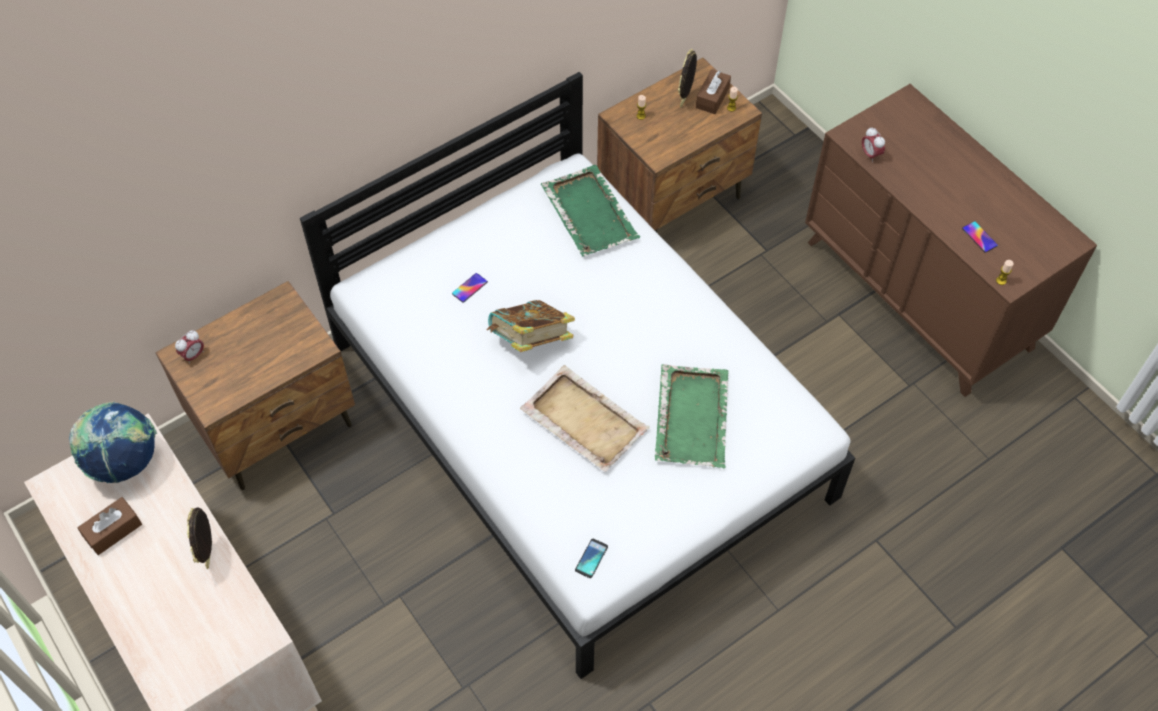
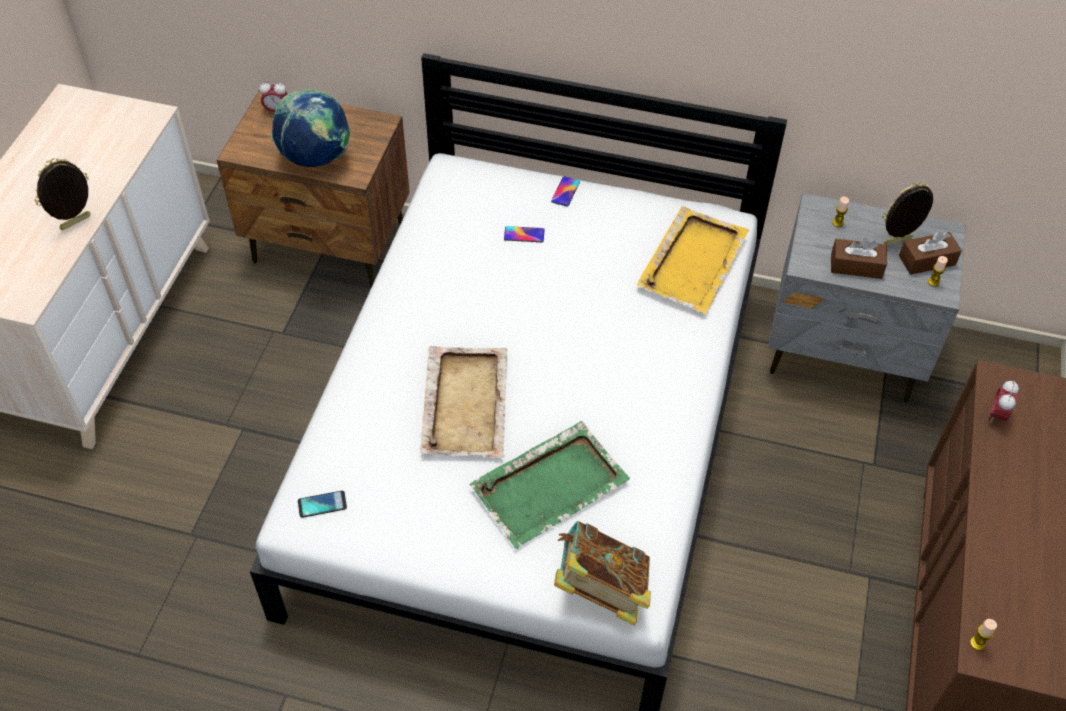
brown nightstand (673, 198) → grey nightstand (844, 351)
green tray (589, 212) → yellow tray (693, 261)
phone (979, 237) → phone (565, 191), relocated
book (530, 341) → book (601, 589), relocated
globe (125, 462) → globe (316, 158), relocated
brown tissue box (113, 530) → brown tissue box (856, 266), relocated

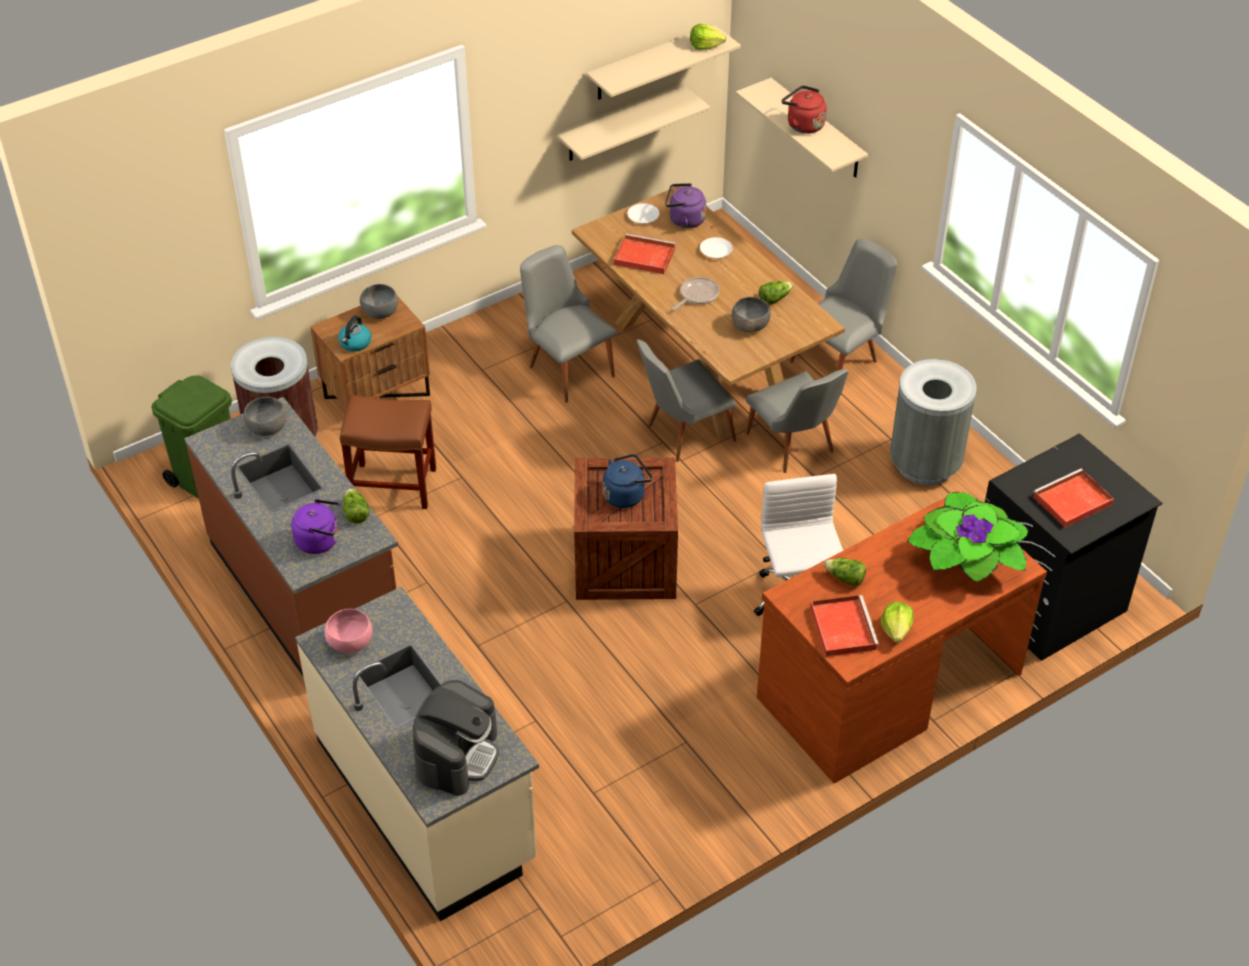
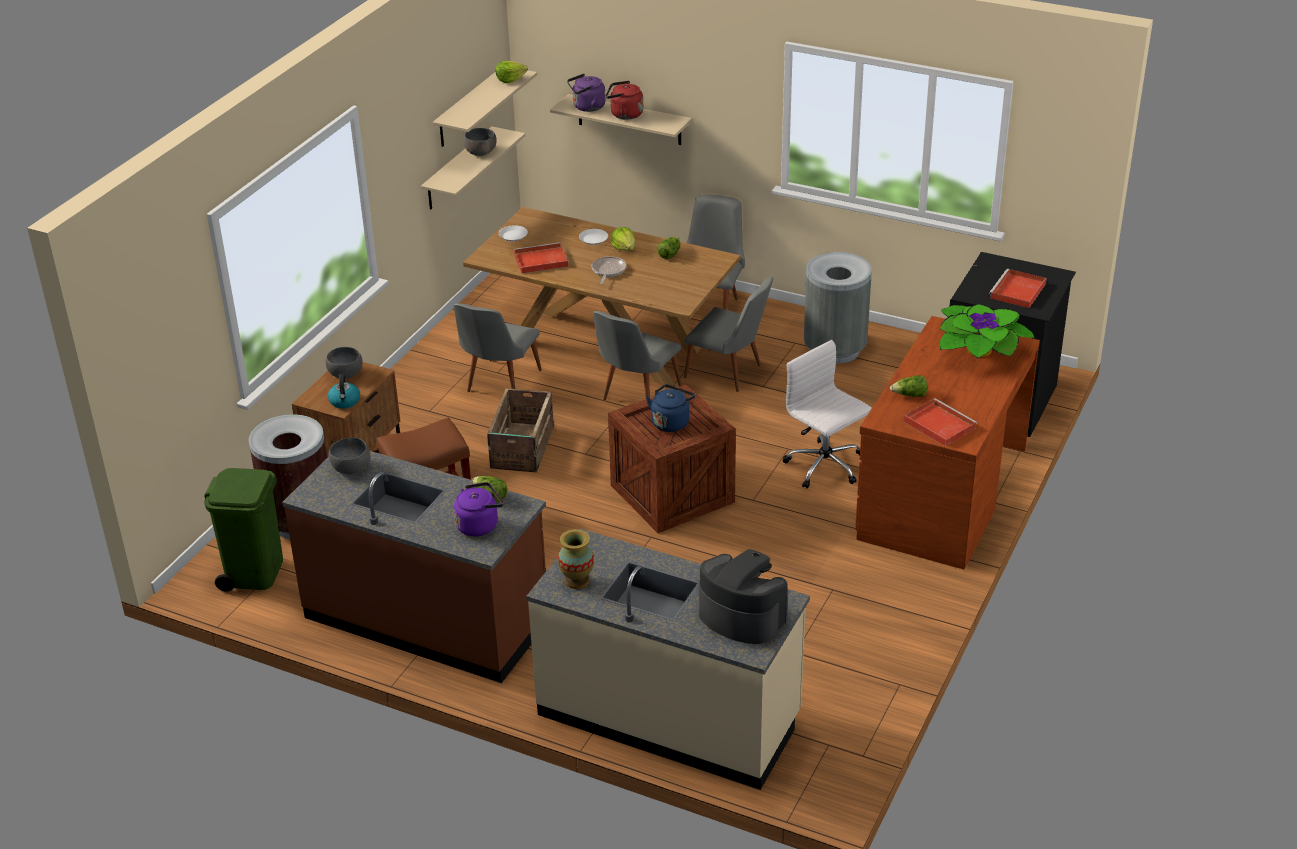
purple kettle (684, 220) → purple kettle (587, 107), relocated
grey chair (566, 367) → grey chair (499, 384), 90 degrees counterclockwise
grey bowl (749, 326) → grey bowl (480, 152), relocated
lettuce (896, 629) → lettuce (624, 248), relocated
pink bowl (350, 642) → vase (576, 580)
coffee machine (457, 754) → coffee machine (741, 616), 45 degrees counterclockwise
- → crate (521, 448)

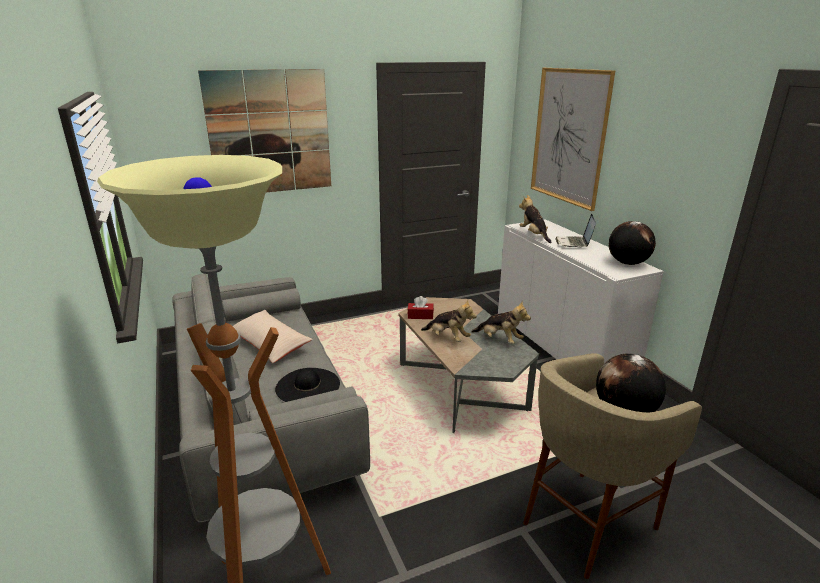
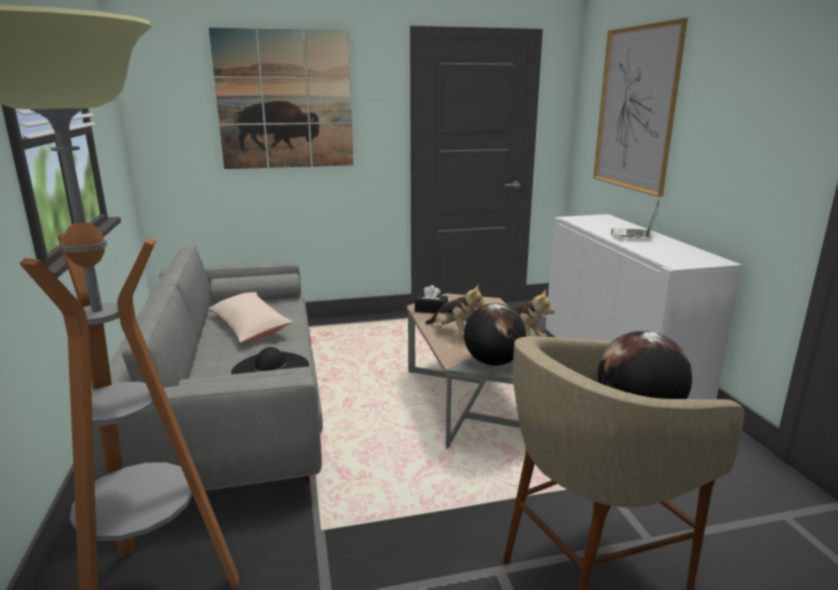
plush toy (534, 235) → -
globe (627, 263) → globe (493, 362), relocated
red tissue box (420, 316) → black tissue box (431, 310)

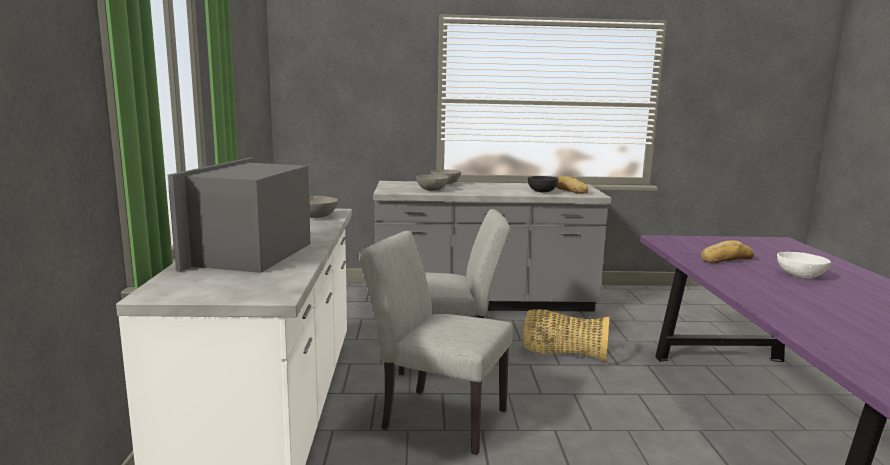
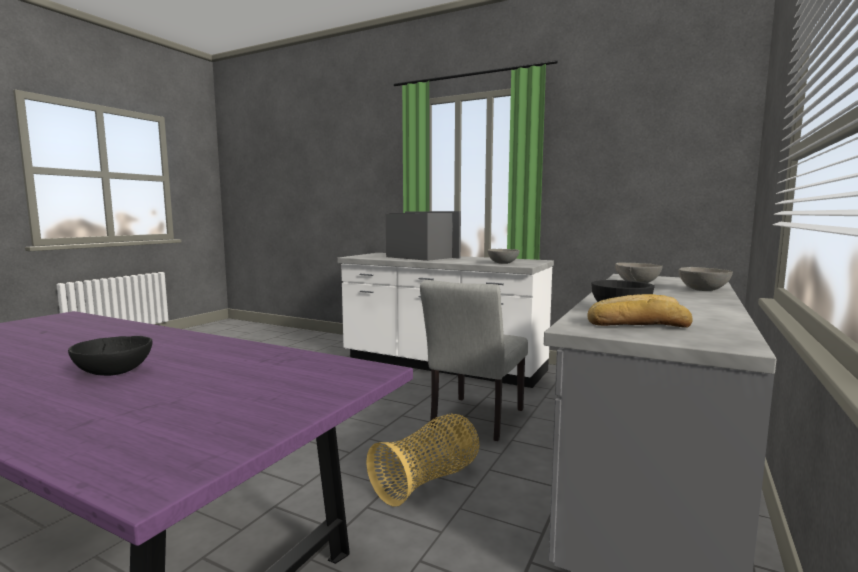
grey chair (435, 417) → -
bread (724, 259) → -
white bowl (801, 276) → black bowl (113, 373)

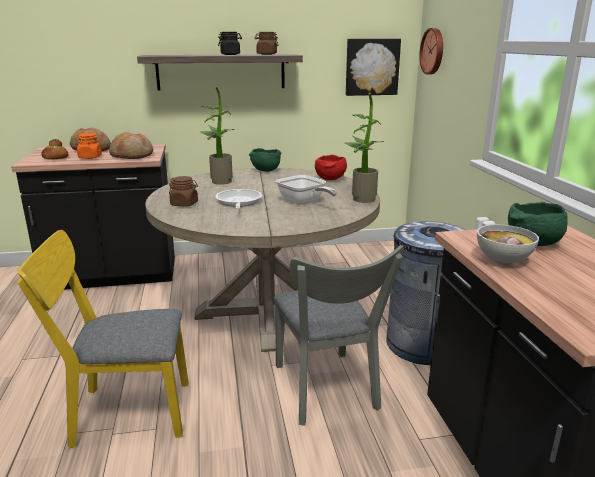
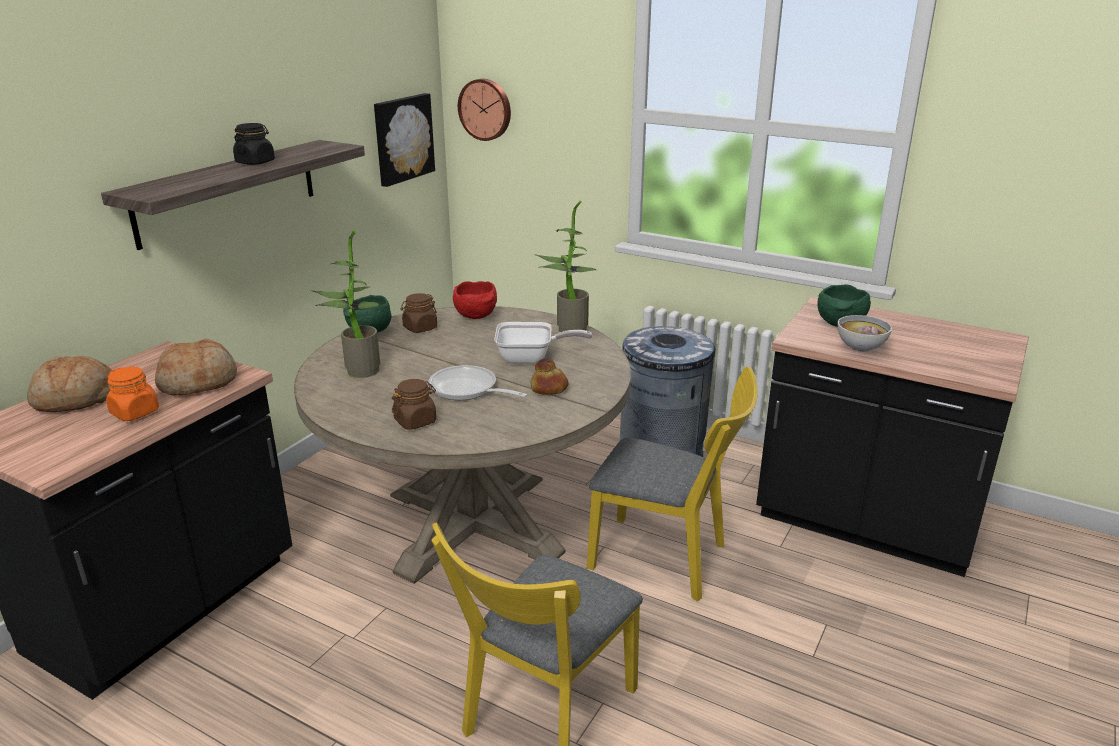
brown jar (266, 54) → brown jar (420, 328), relocated
bread (55, 158) → bread (548, 388), relocated
grey chair (327, 391) → yellow chair (667, 559)

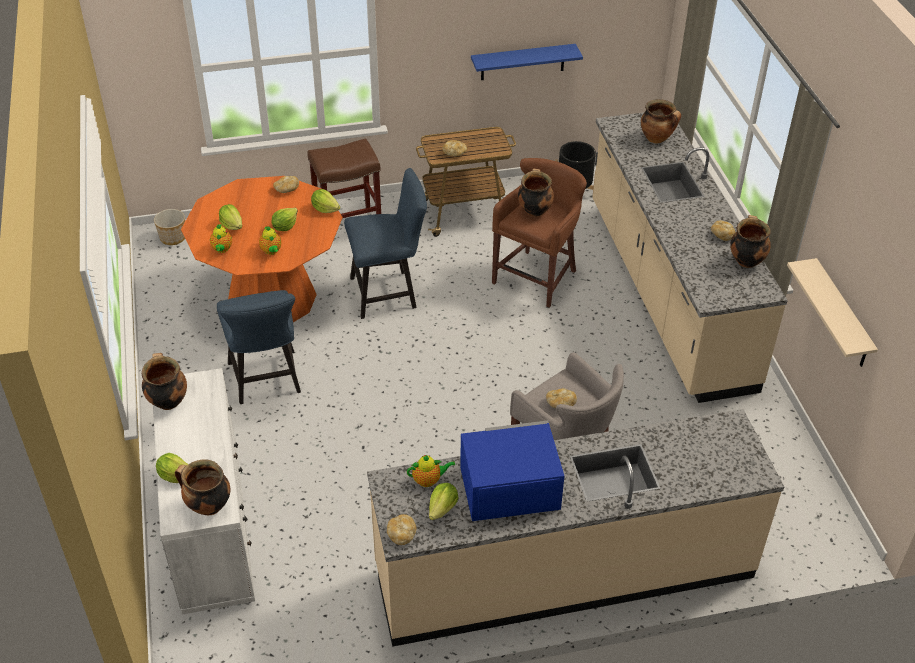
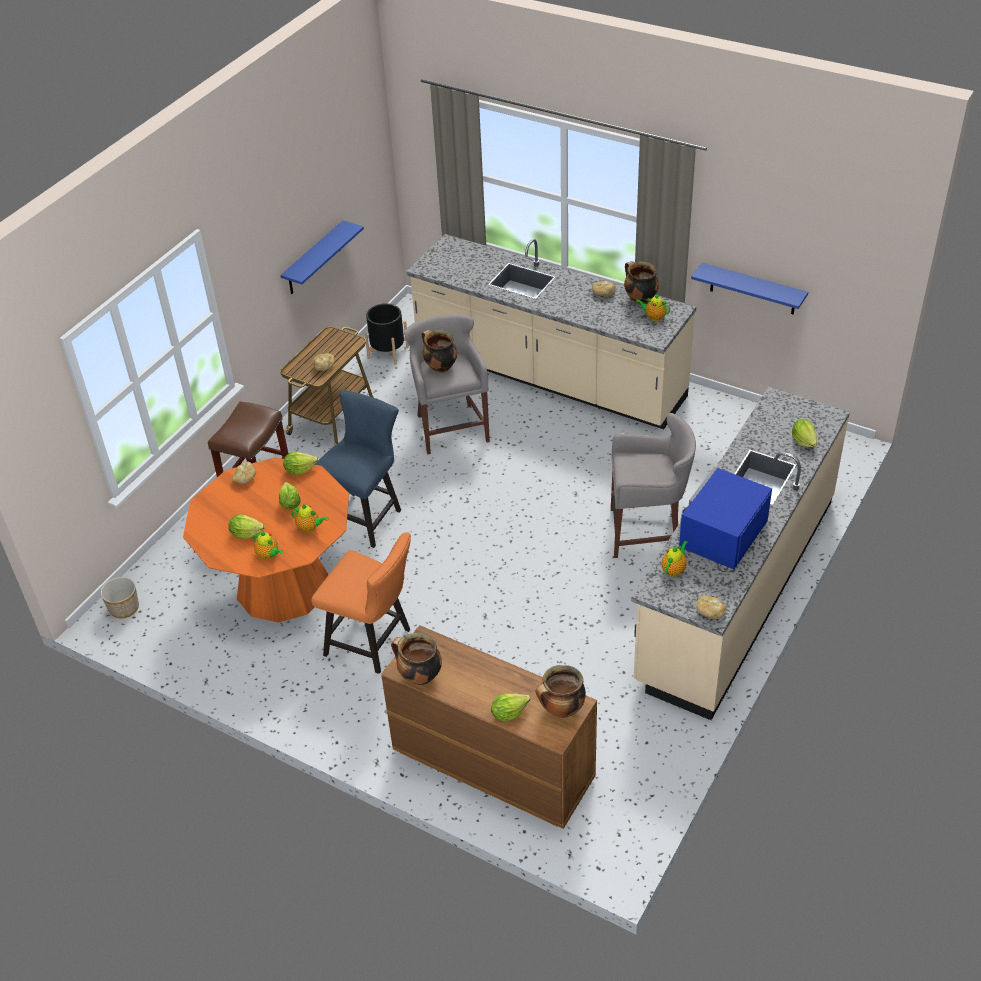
cooking pot (657, 139) → -
brown stool (537, 276) → grey stool (450, 427)
beige shelf (842, 315) → blue shelf (753, 289)
blue chair (266, 381) → orange chair (373, 643)
white dresser (211, 528) → brown dresser (491, 764)
bread (560, 403) → -
lettuce (442, 509) → lettuce (804, 441), relocated
- → teapot (654, 317)

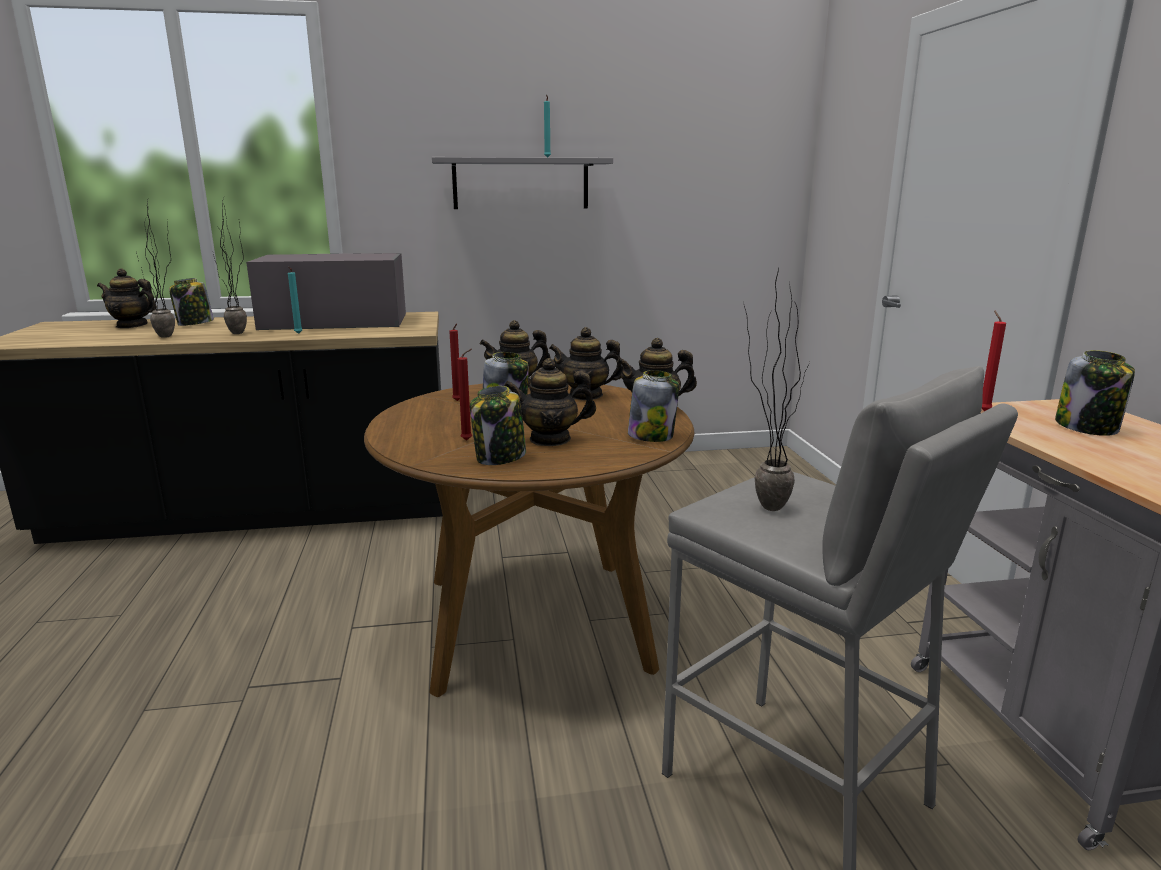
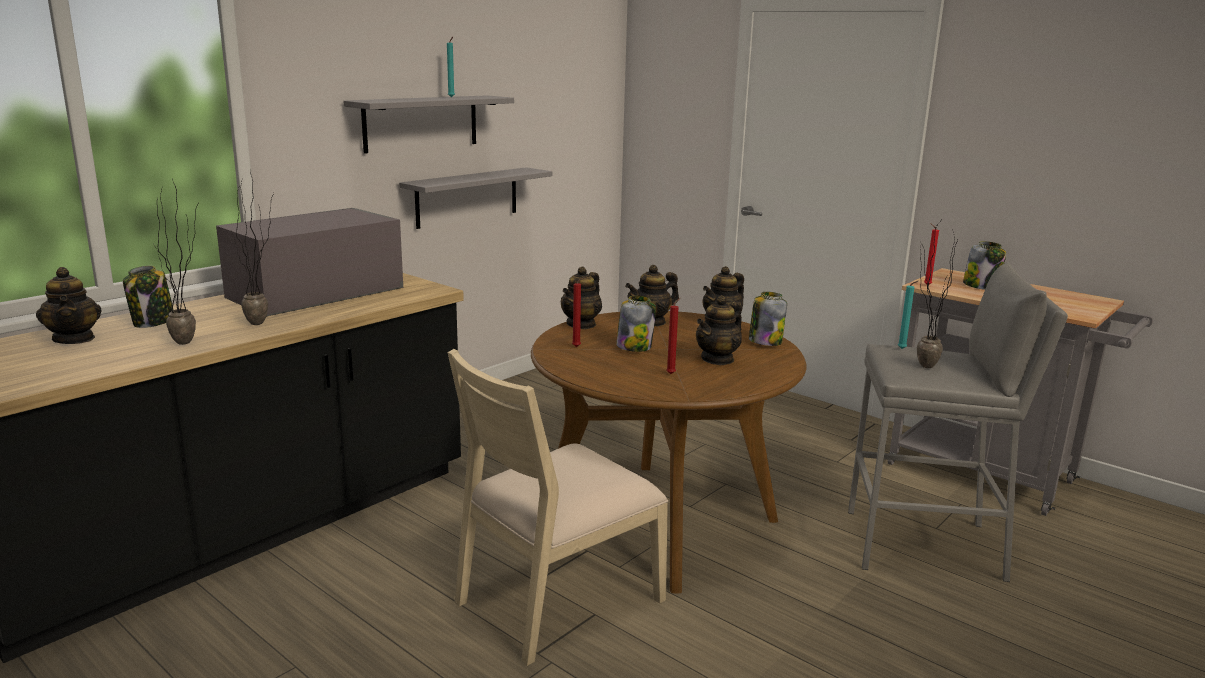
turquoise candle (298, 334) → turquoise candle (903, 349), relocated
teapot (132, 325) → teapot (74, 339), 90 degrees counterclockwise
jar (500, 458) → -
- → grey shelf (467, 197)
- → beige chair (556, 600)

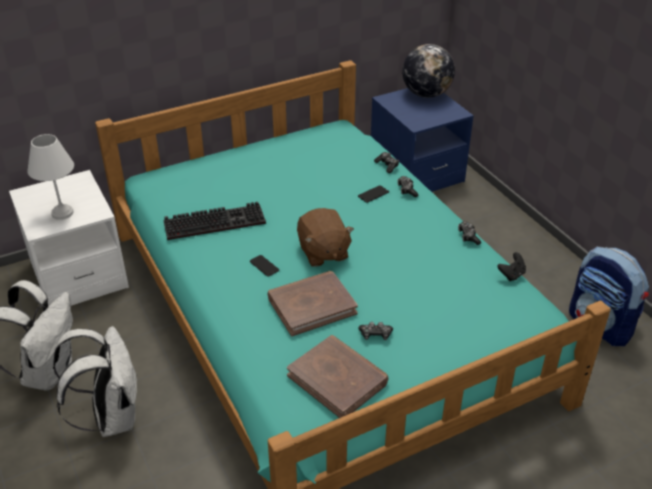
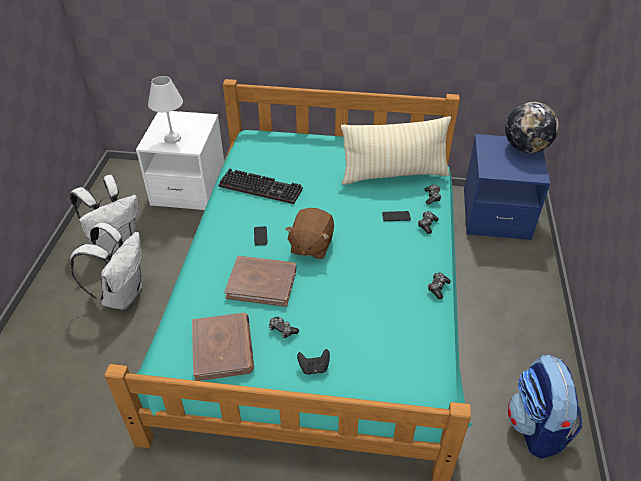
black game controller (511, 275) → black game controller (314, 368), relocated
- → beige pillow (394, 175)

